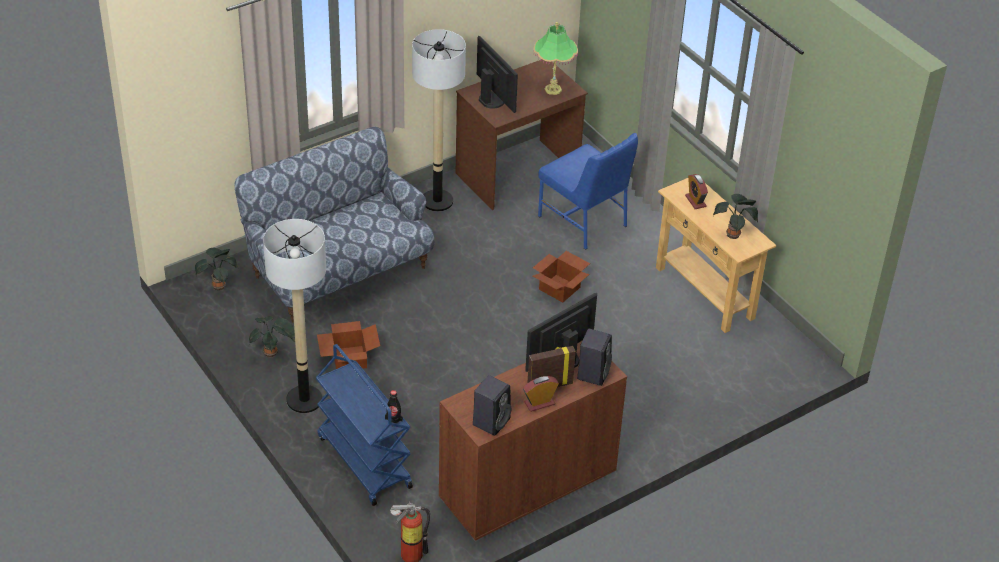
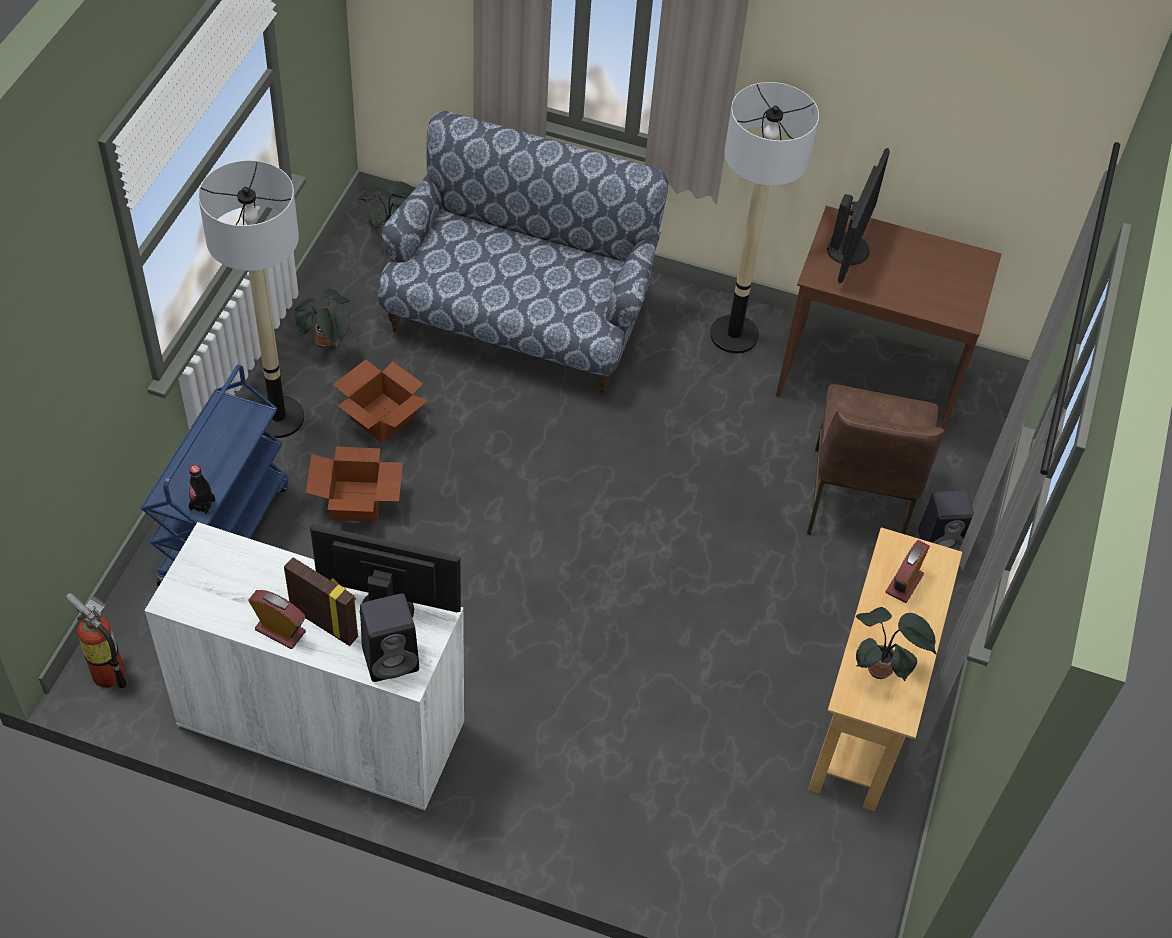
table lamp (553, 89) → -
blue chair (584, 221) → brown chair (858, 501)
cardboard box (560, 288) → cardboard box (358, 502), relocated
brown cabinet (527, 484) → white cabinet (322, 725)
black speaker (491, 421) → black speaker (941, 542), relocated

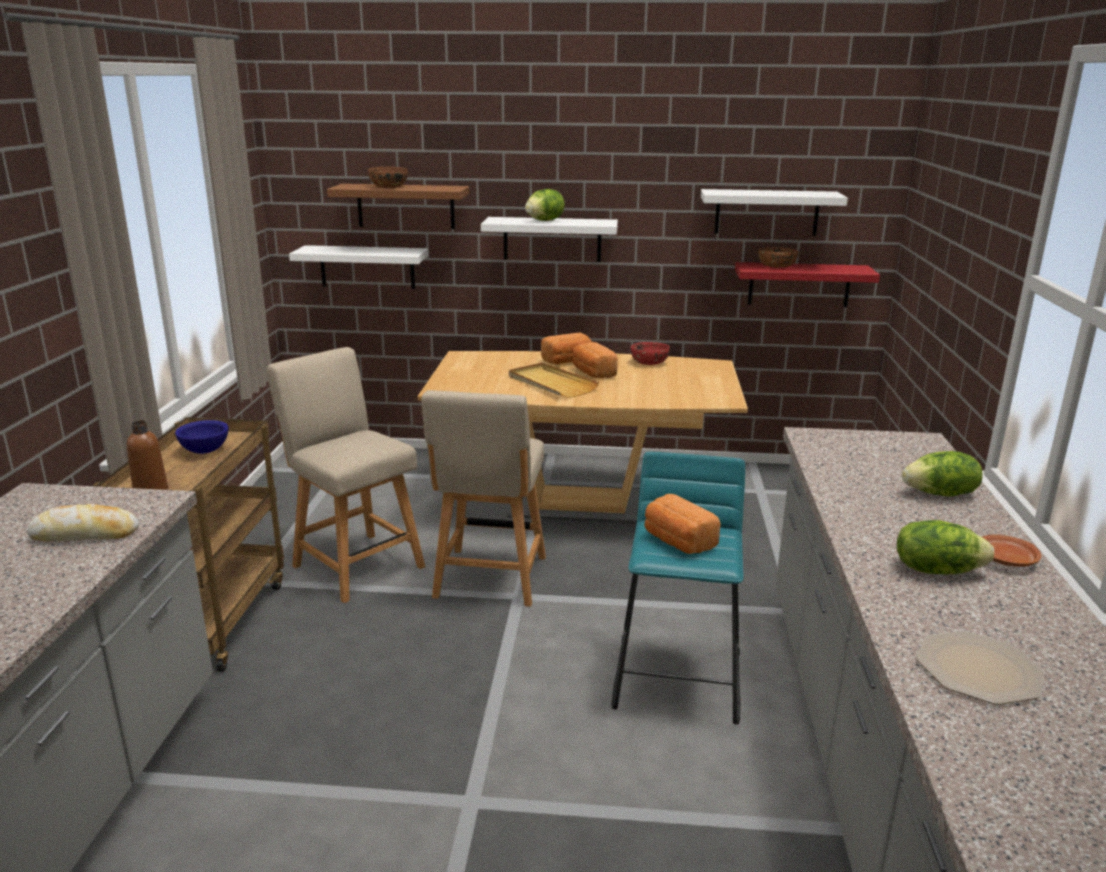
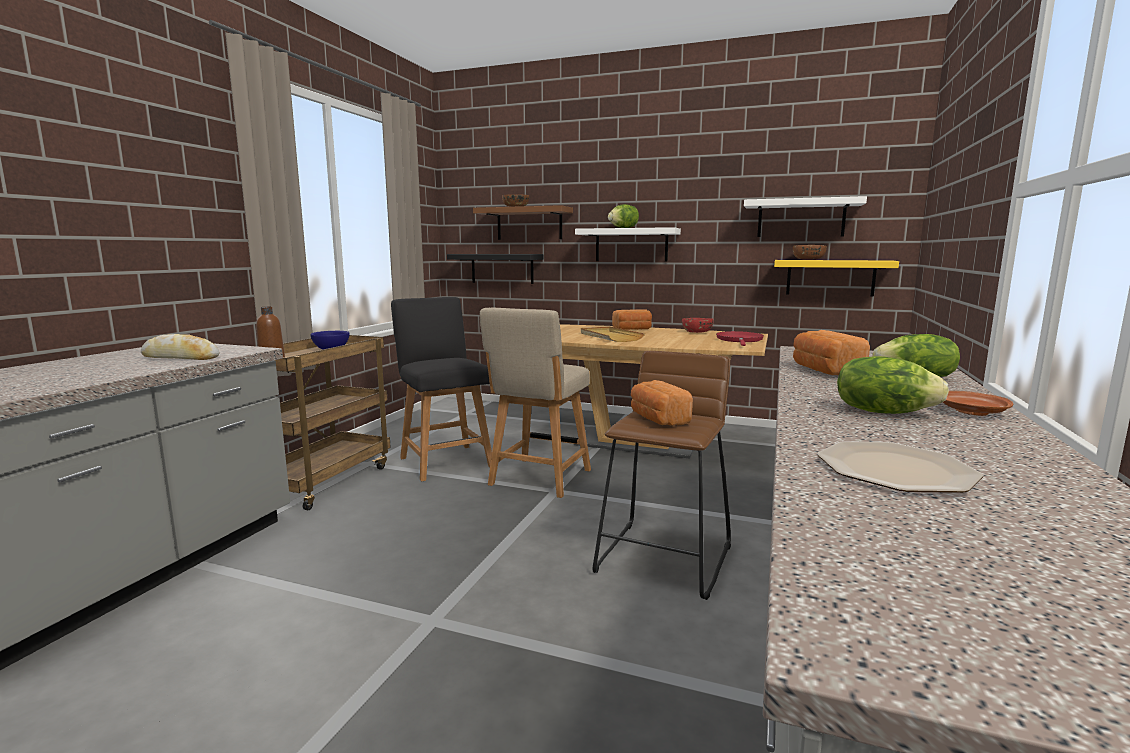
white shelf (367, 267) → black shelf (502, 268)
red shelf (799, 284) → yellow shelf (830, 277)
bread (592, 373) → bread (824, 371), relocated
beige chair (355, 564) → black chair (444, 461)
turquoise stool (679, 678) → brown stool (665, 558)
- → red frying pan (739, 340)

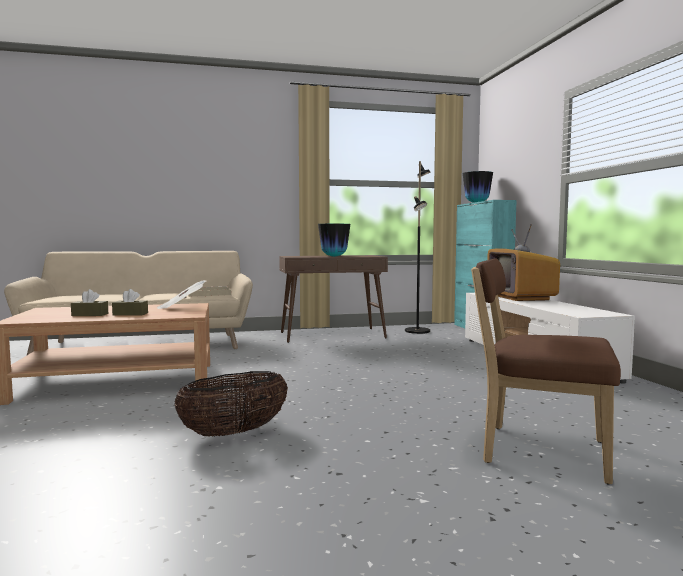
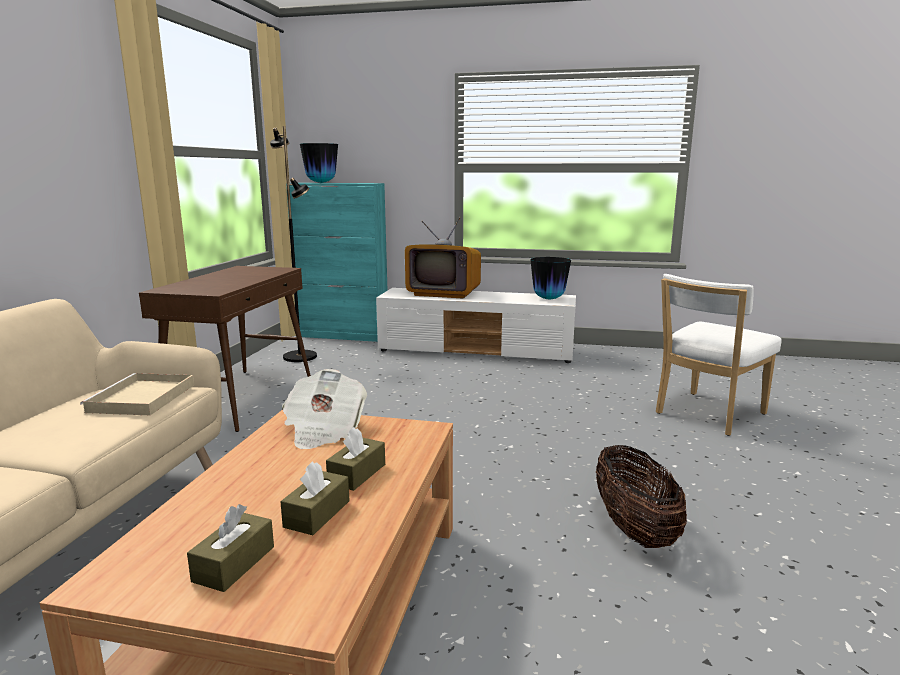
vase (334, 256) → vase (548, 299), relocated
brown chair (537, 451) → white chair (707, 415)
- → brown tissue box (234, 564)

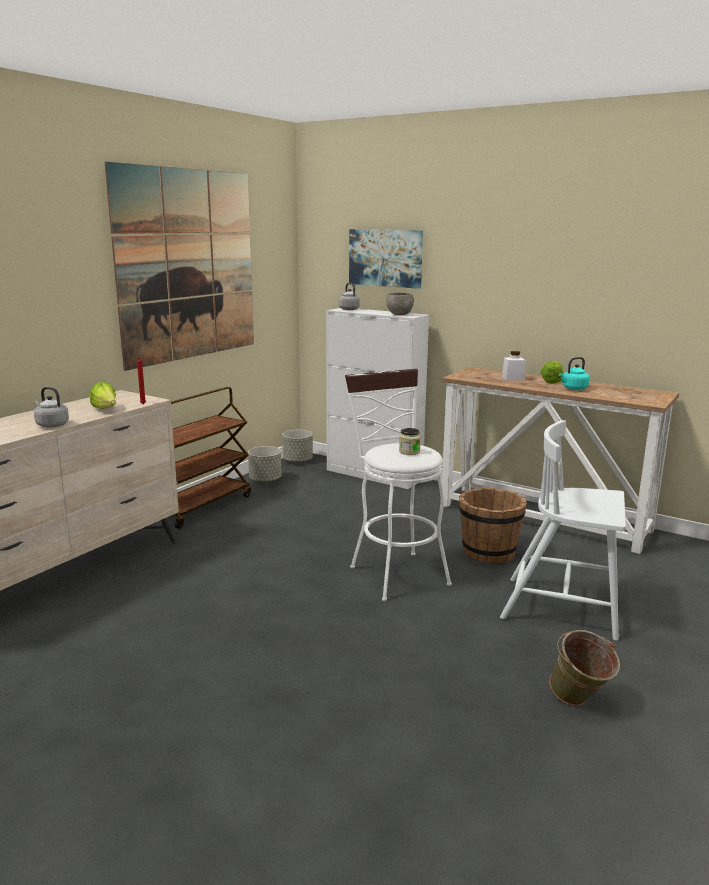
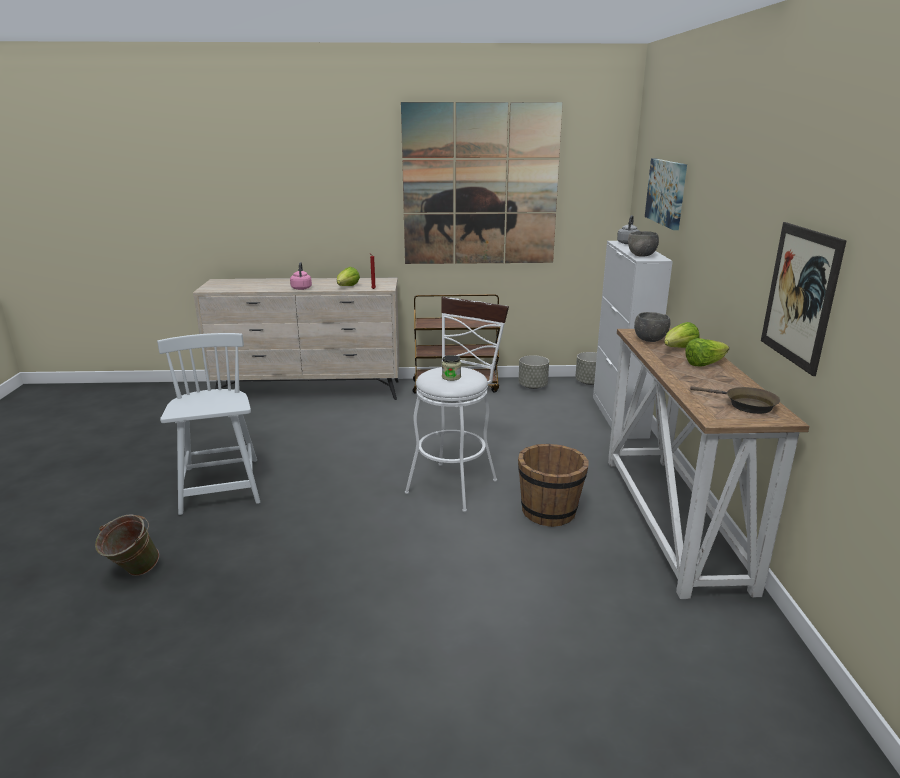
white jar (513, 378) → lettuce (679, 349)
turquoise kettle (573, 389) → -
grey kettle (51, 425) → pink kettle (301, 288)
white chair (563, 608) → white chair (221, 487), relocated
green bucket (579, 703) → green bucket (133, 573), relocated
- → picture (800, 296)
- → grey bowl (649, 340)
- → brown frying pan (745, 405)

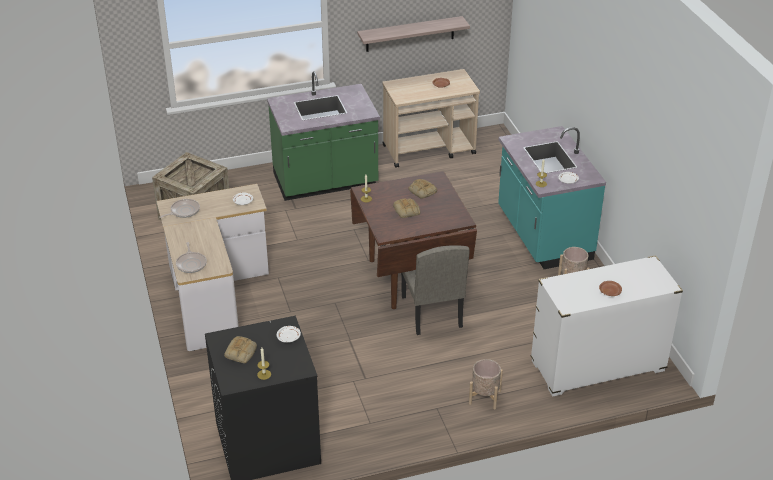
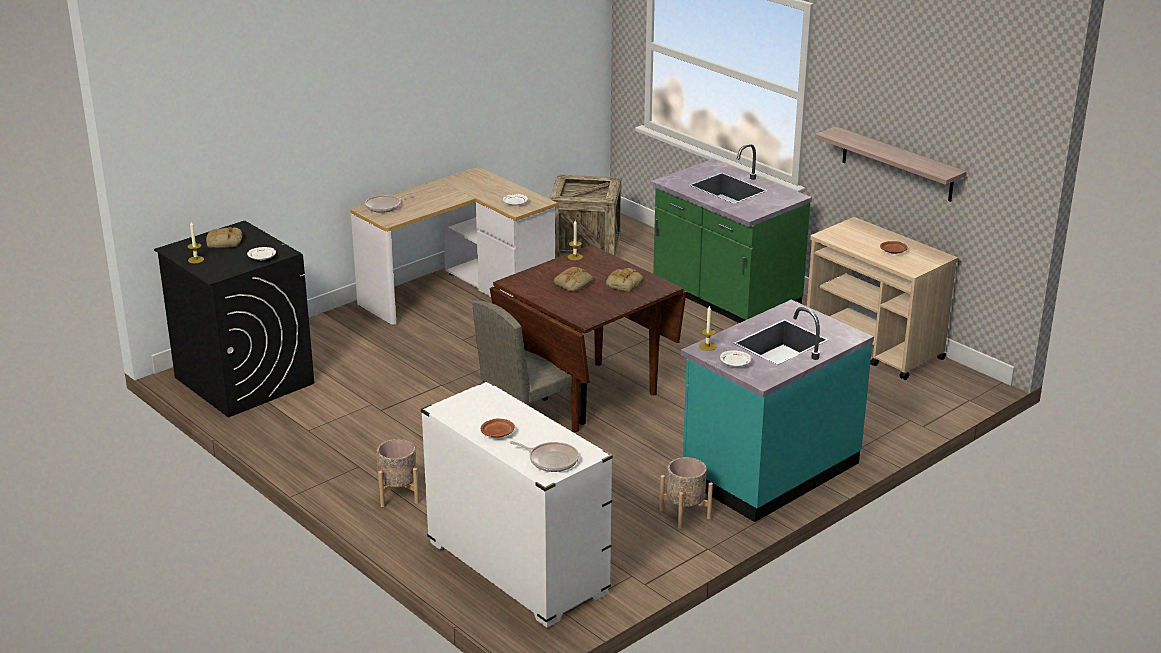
frying pan (183, 211) → frying pan (551, 460), relocated

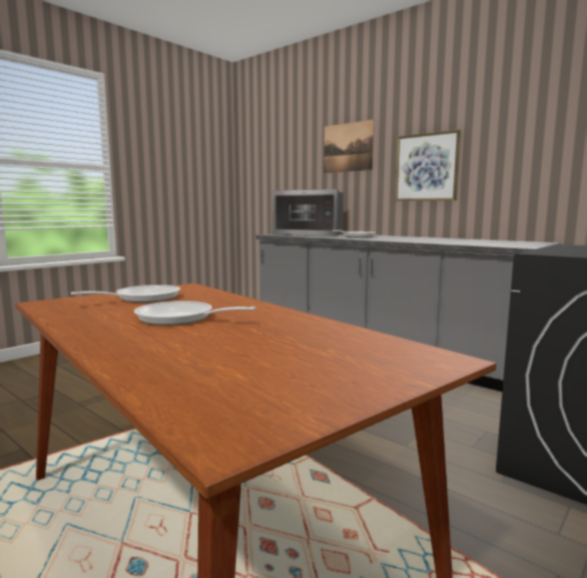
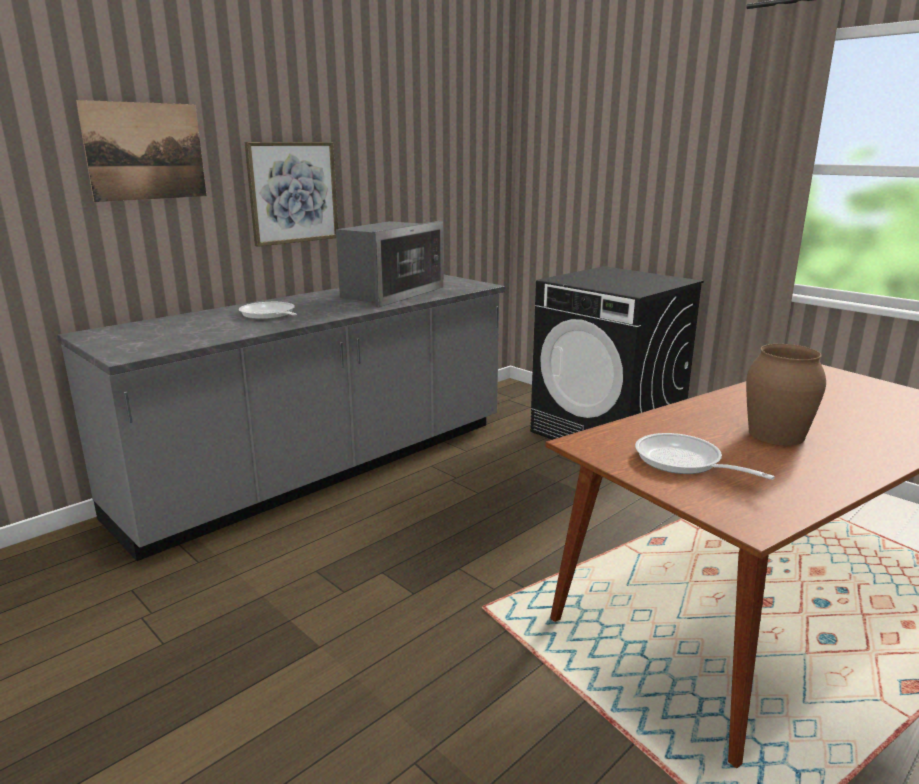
microwave (311, 234) → microwave (390, 293), relocated
frying pan (181, 319) → brown vase (776, 434)

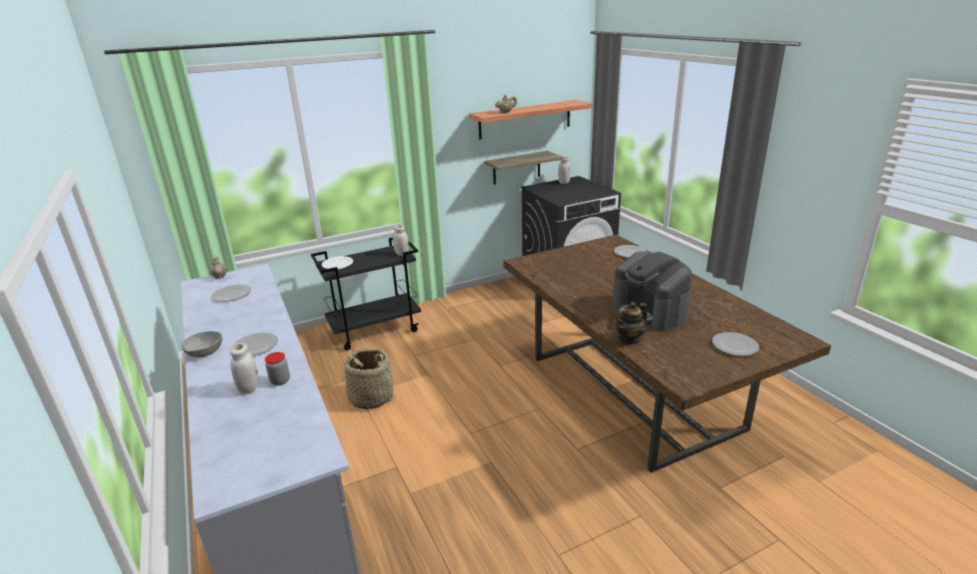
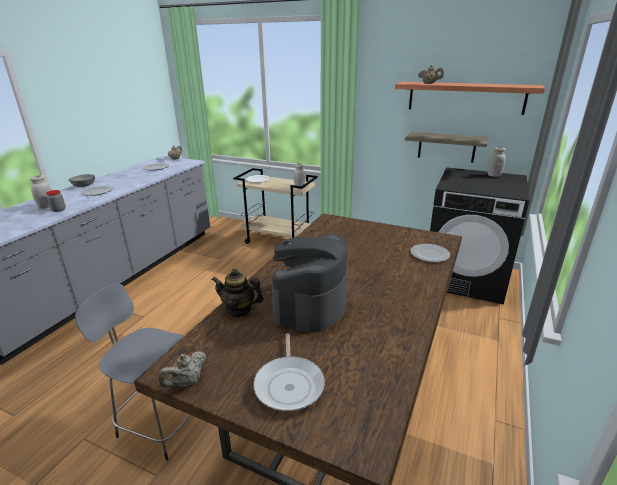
black cart (376, 330) → beige cart (279, 241)
plate (734, 345) → frying pan (289, 384)
basket (371, 397) → -
- → grey stool (161, 421)
- → beige teapot (186, 382)

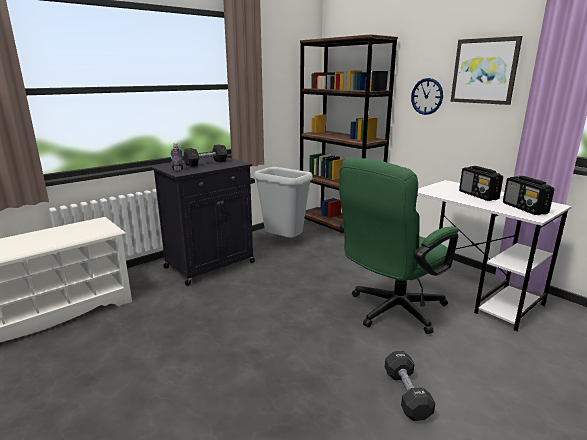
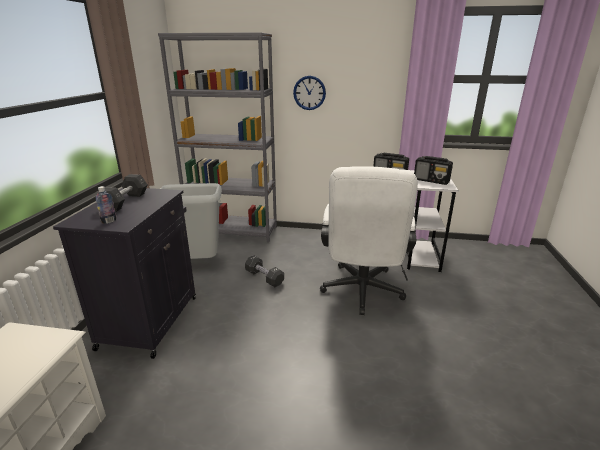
brown bookcase (338, 228) → grey bookcase (233, 231)
picture (484, 71) → -
green office chair (391, 311) → white office chair (361, 293)
black dumbbell (406, 394) → black dumbbell (264, 278), relocated

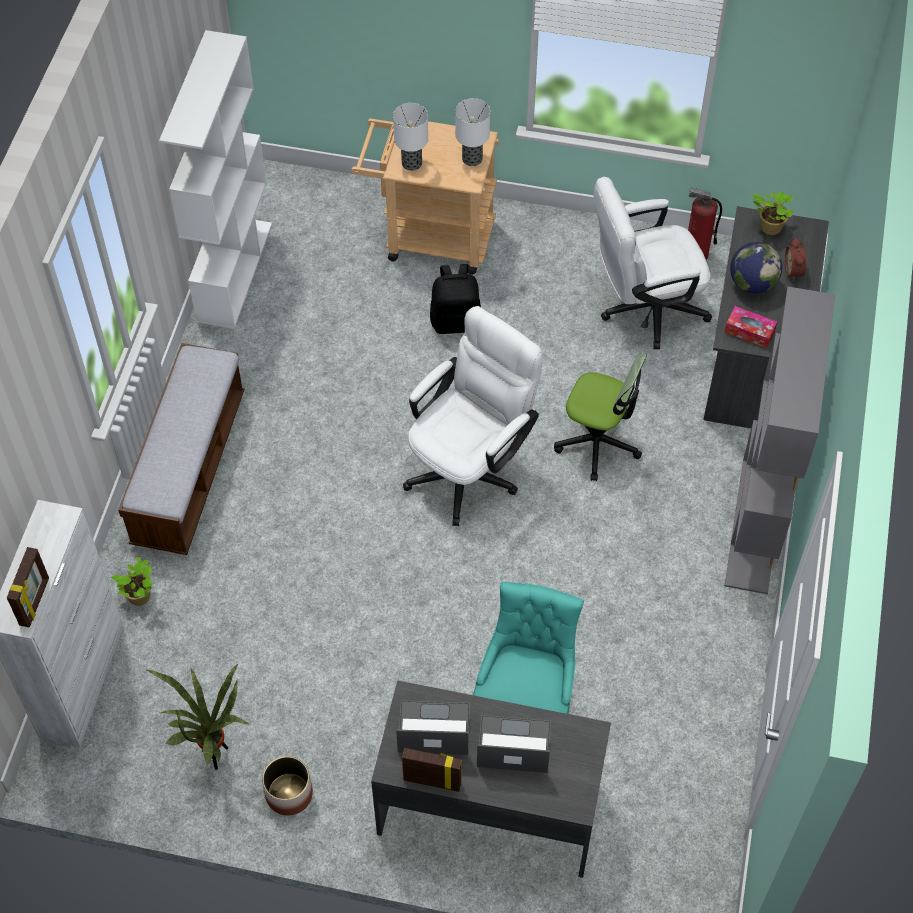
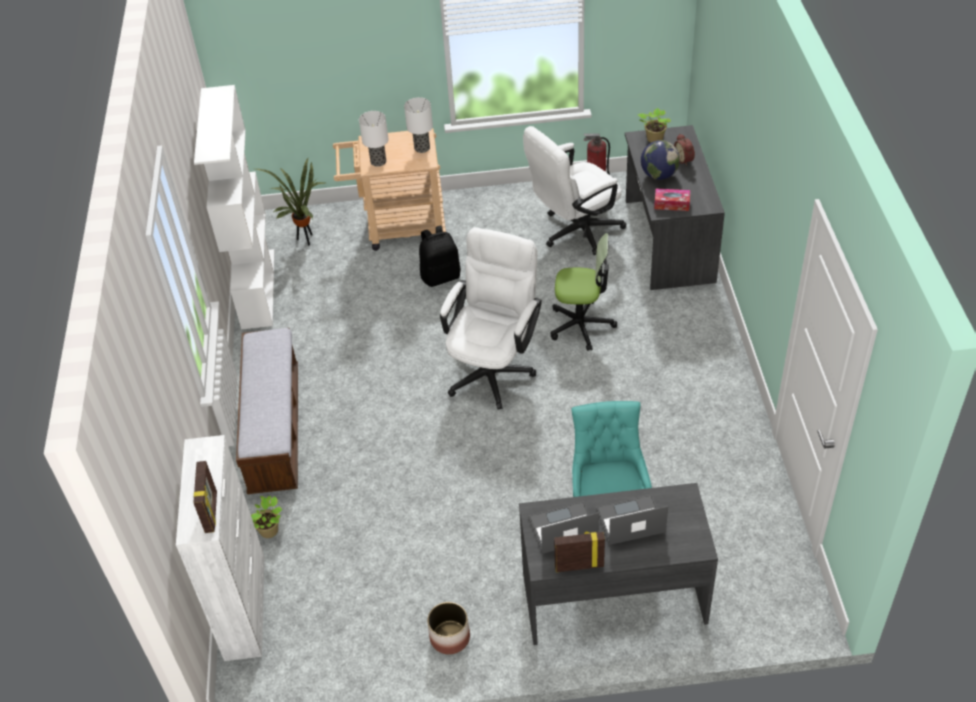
grey bookcase (756, 526) → -
potted plant (214, 754) → potted plant (305, 239), relocated

